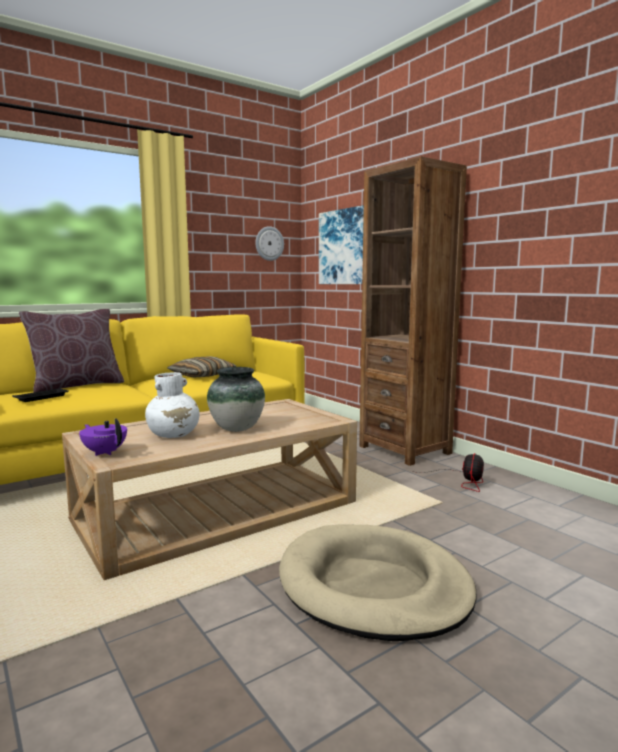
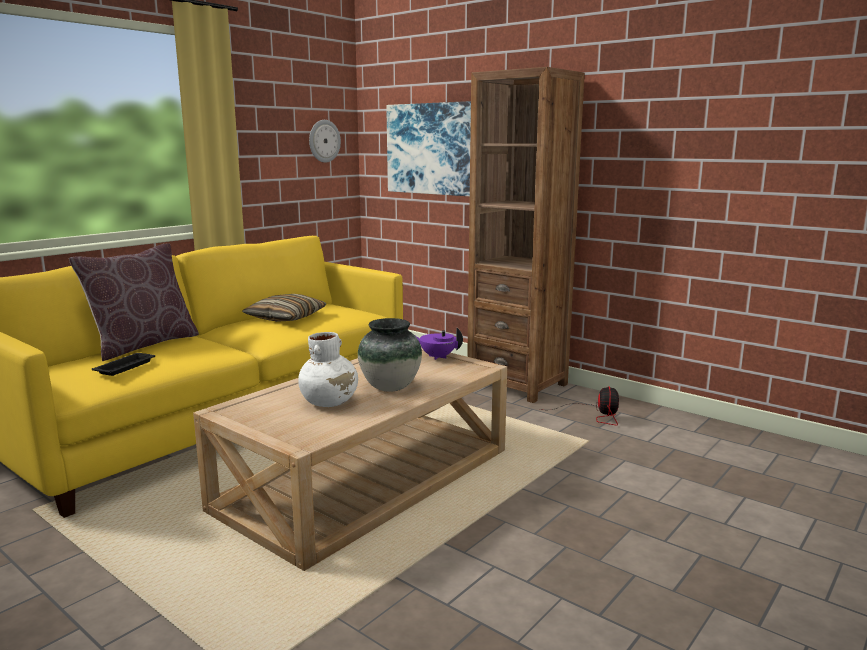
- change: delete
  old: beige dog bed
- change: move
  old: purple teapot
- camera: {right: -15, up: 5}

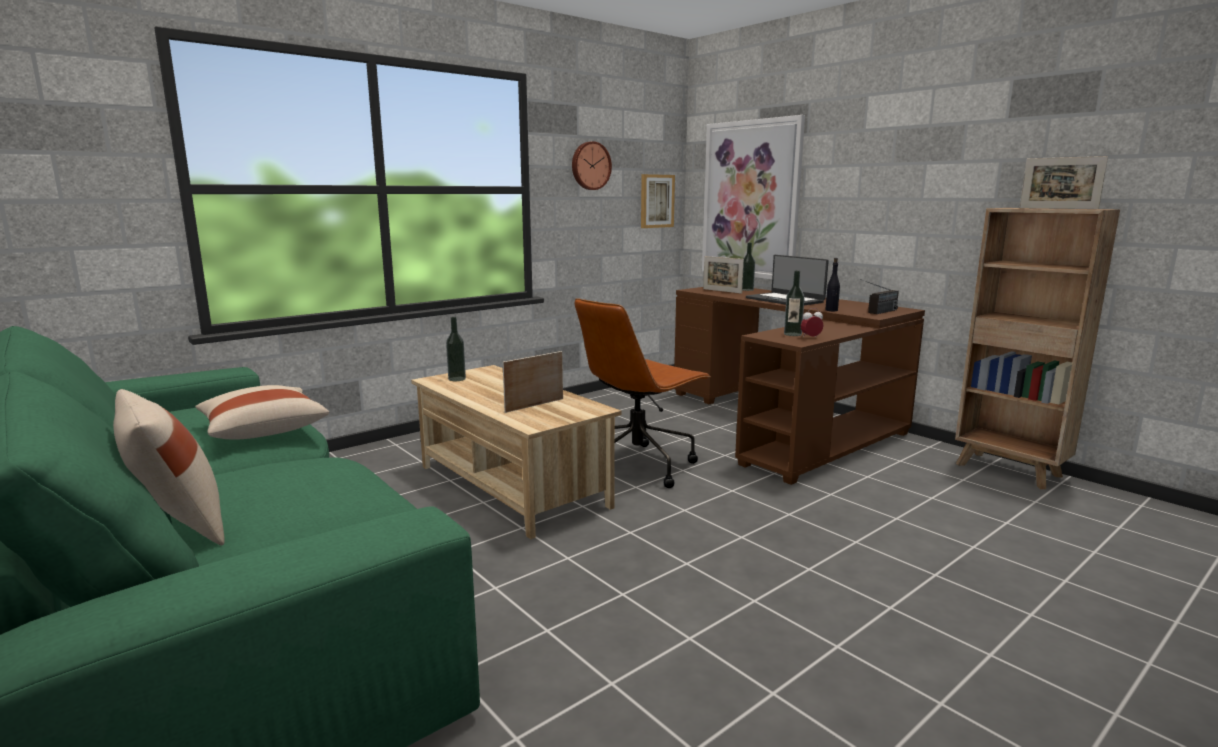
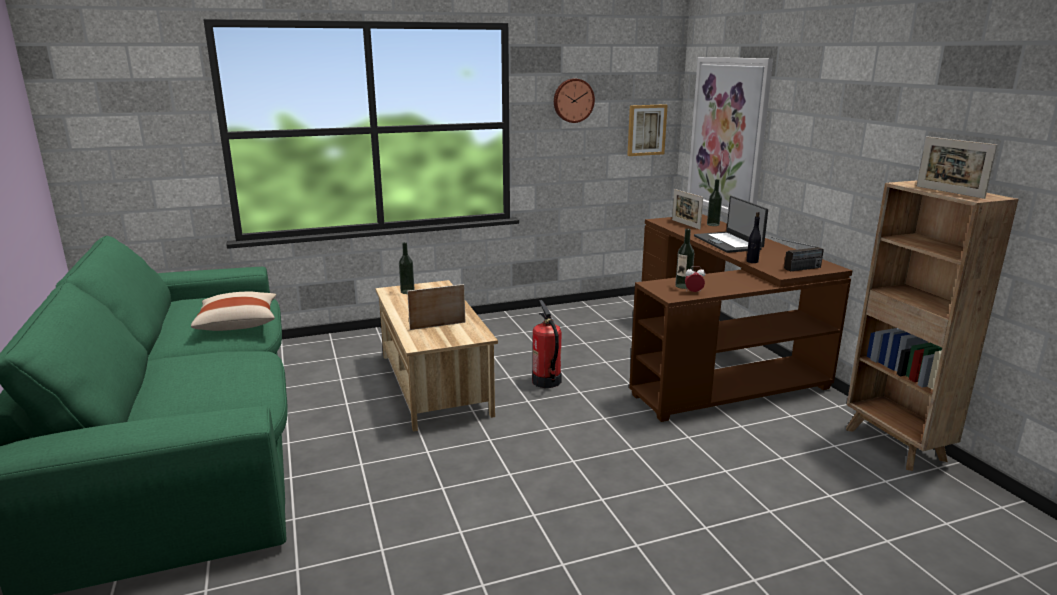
- change: delete
  old: beige pillow (1st from left)
- change: replace
  old: brown office chair
  new: fire extinguisher
- camera: {right: 20, up: 5}

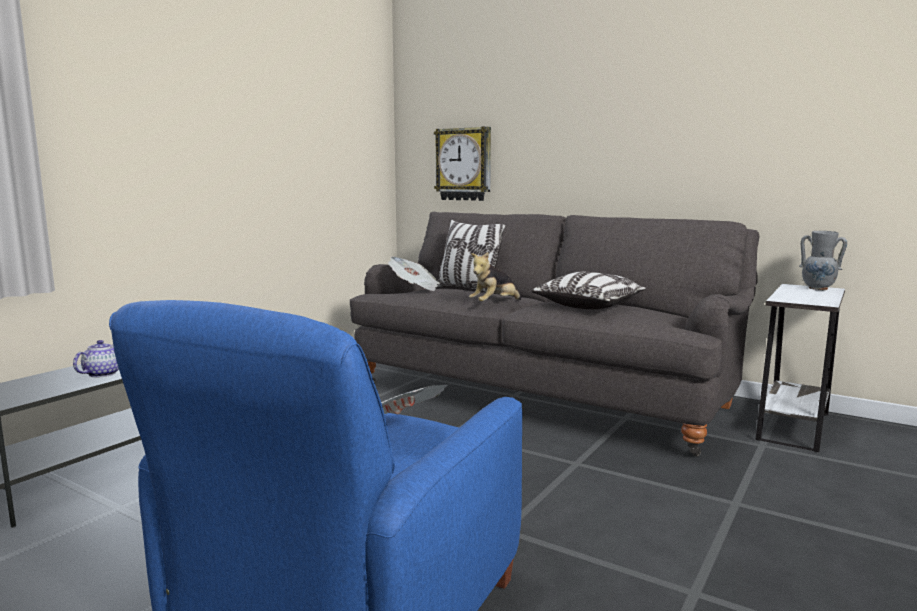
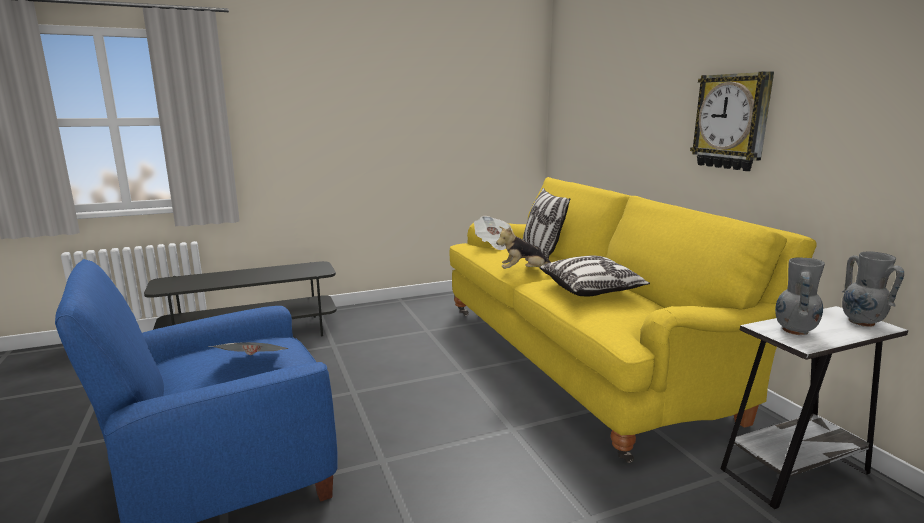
- change: delete
  old: teapot
- change: insert
  new: grey vase (1st from left)
- change: move
  old: wall clock
- change: recolor
  old: grey sofa
  new: yellow sofa
- camera: {right: 35, up: 5}

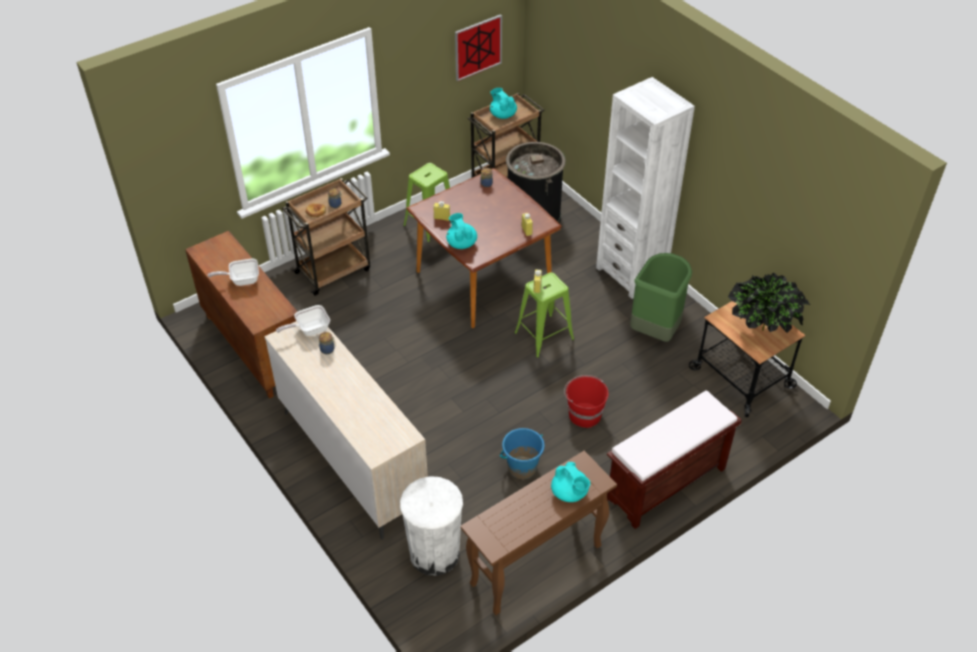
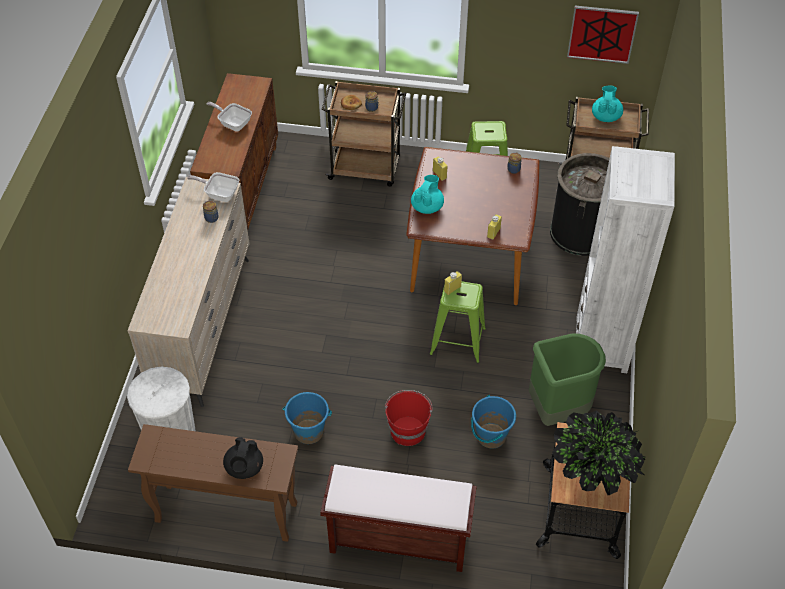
- change: insert
  new: blue bucket (2nd from left)
- change: recolor
  old: turquoise teapot (3rd from left)
  new: black teapot
- camera: {right: 45, up: 5}

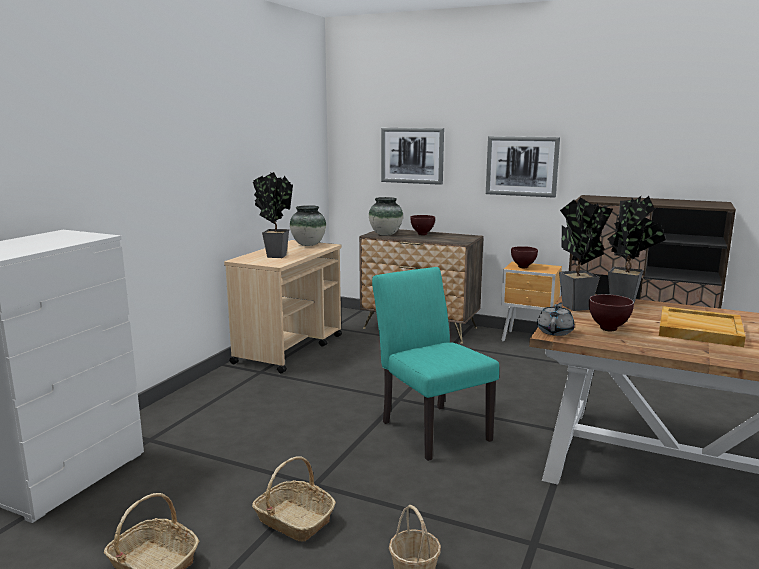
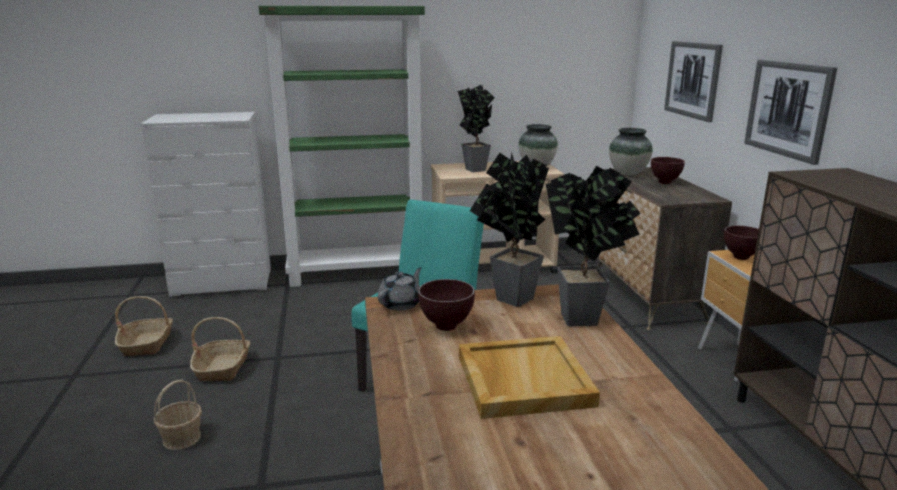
- change: insert
  new: green bookcase
- change: rotate
  old: grey teapot
  degrees: -45
- camera: {right: 55, up: 5}

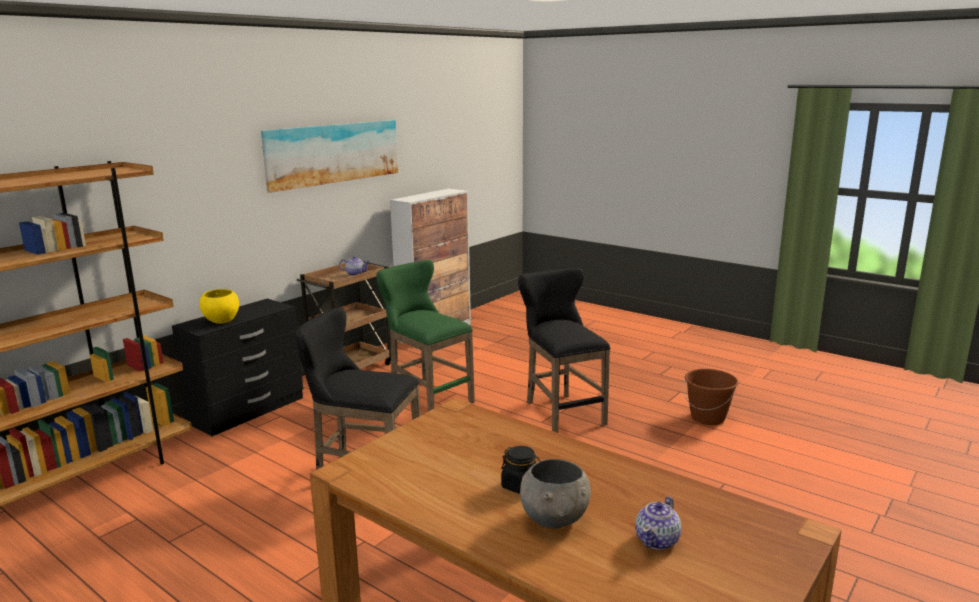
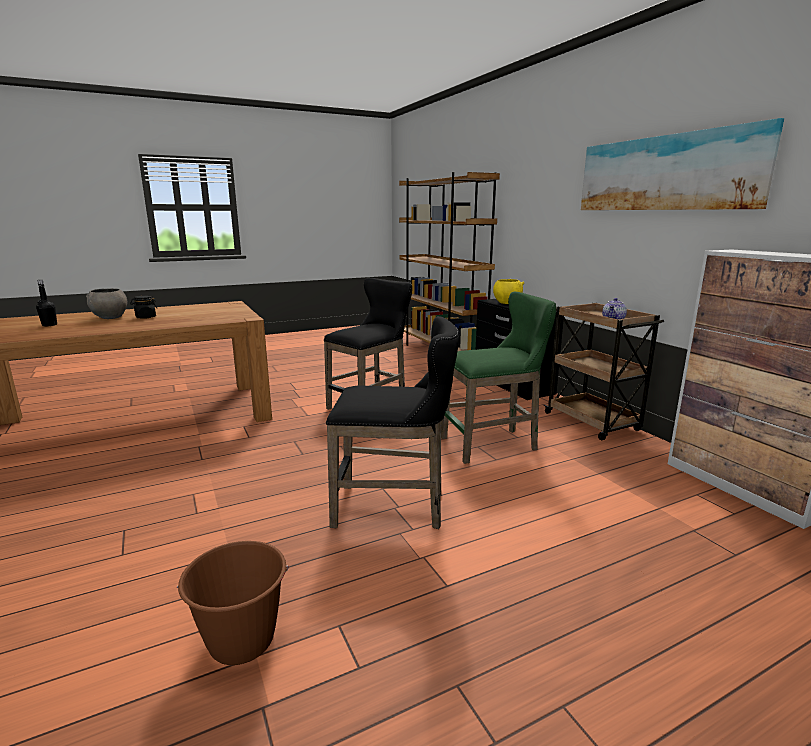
- change: replace
  old: teapot (2nd from left)
  new: black bottle
- camera: {right: 115, up: 0}

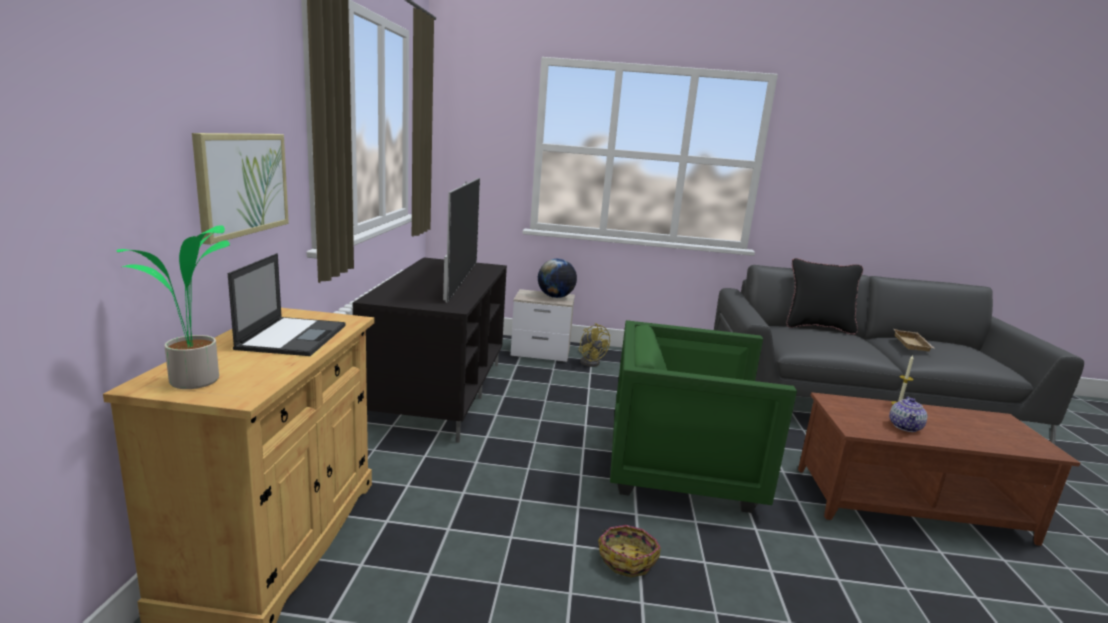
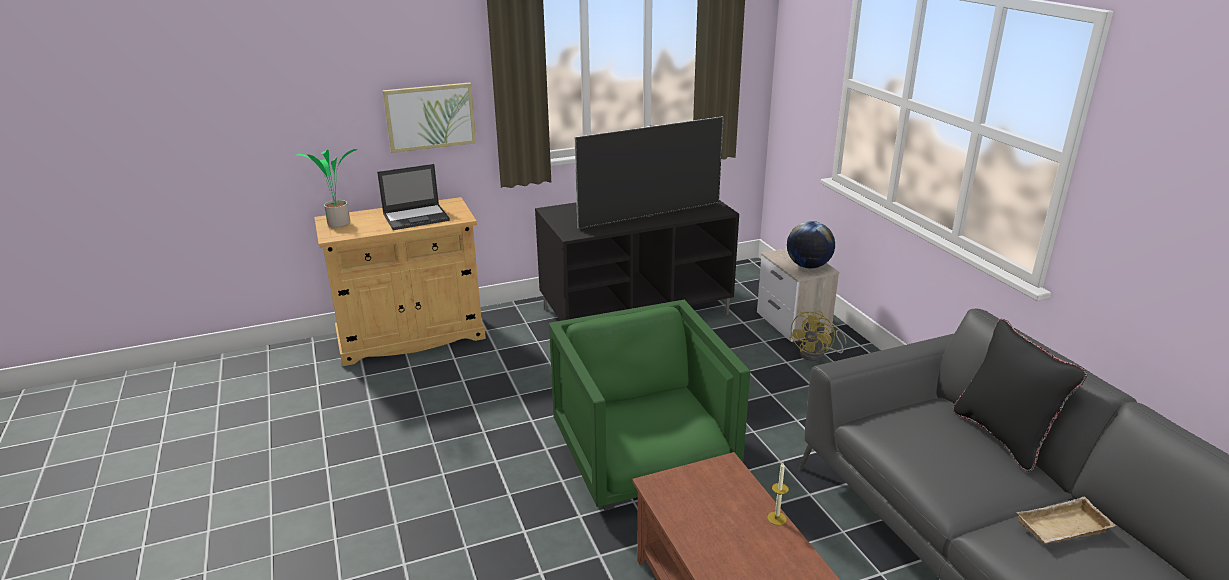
- change: delete
  old: basket
- change: delete
  old: teapot
- camera: {right: 65, up: 10}

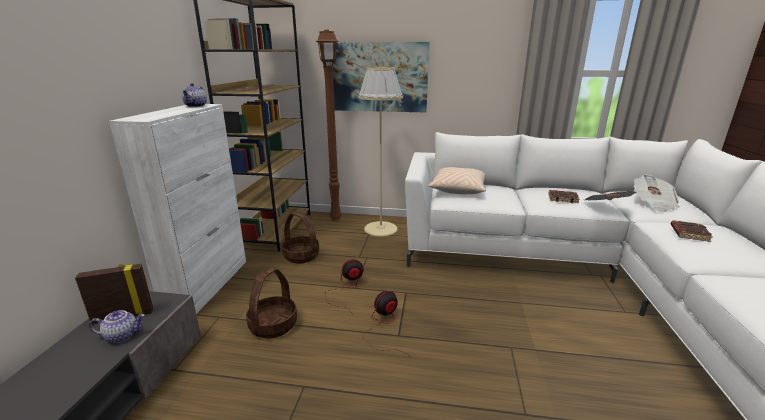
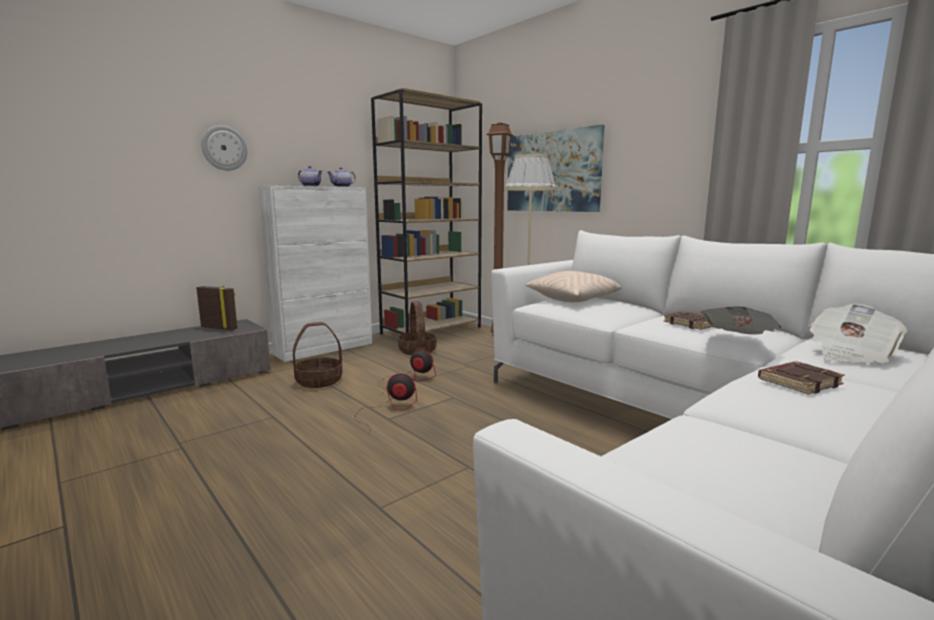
- change: insert
  new: wall clock
- change: move
  old: teapot (1st from left)
- camera: {right: 40, up: -10}

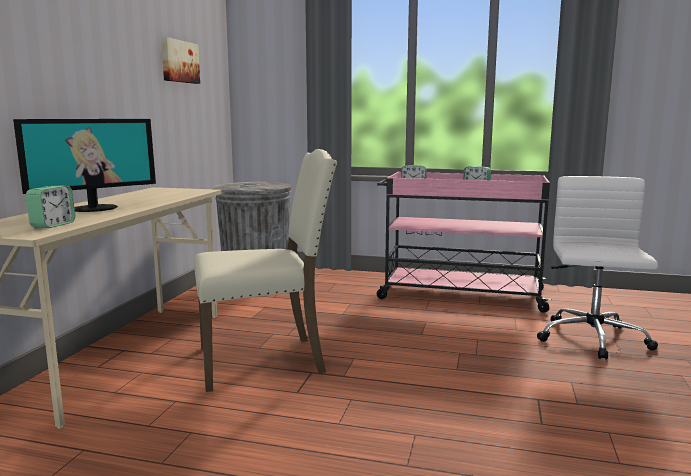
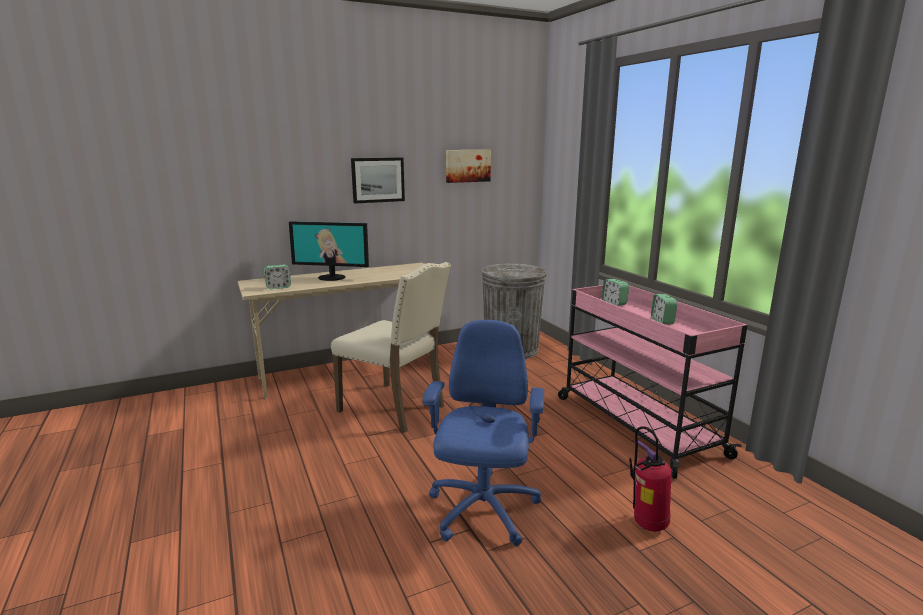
- change: insert
  new: picture (1st from left)
- change: insert
  new: blue office chair
- change: replace
  old: white office chair
  new: fire extinguisher
- camera: {right: 50, up: 5}

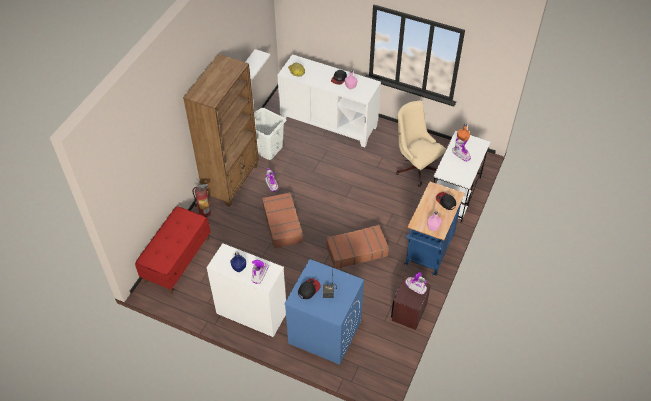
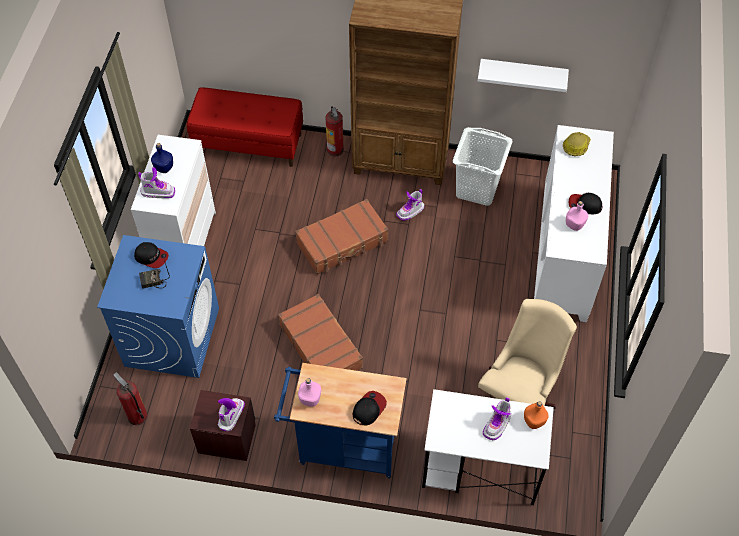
- change: insert
  new: fire extinguisher (1st from left)
- camera: {right: 75, up: 5}

